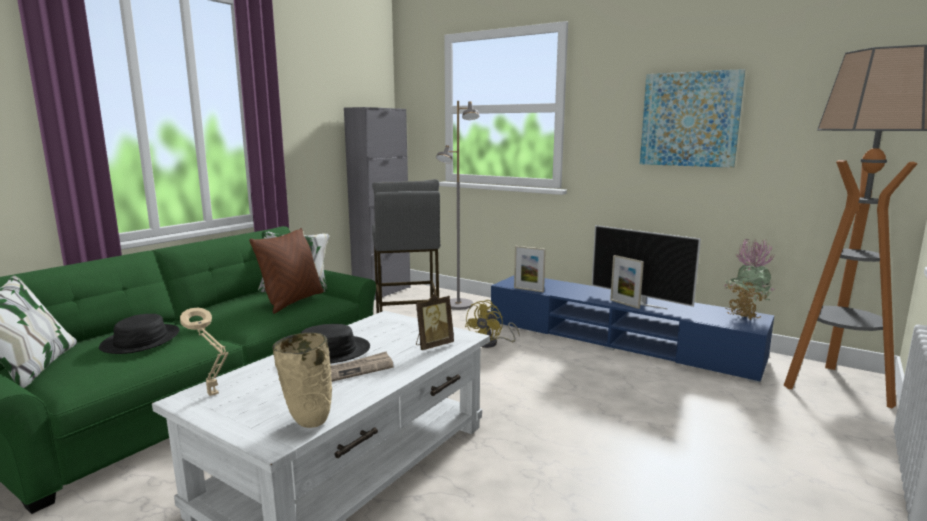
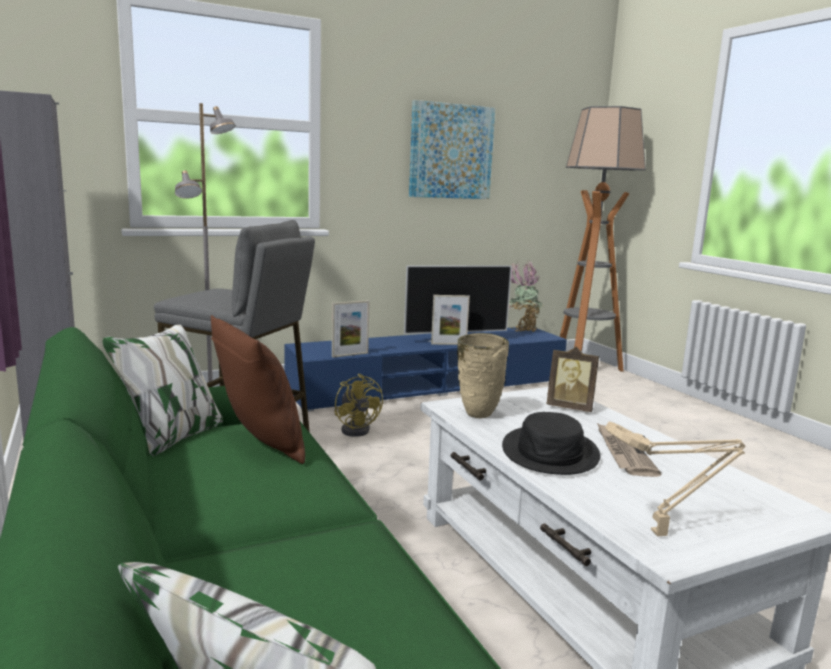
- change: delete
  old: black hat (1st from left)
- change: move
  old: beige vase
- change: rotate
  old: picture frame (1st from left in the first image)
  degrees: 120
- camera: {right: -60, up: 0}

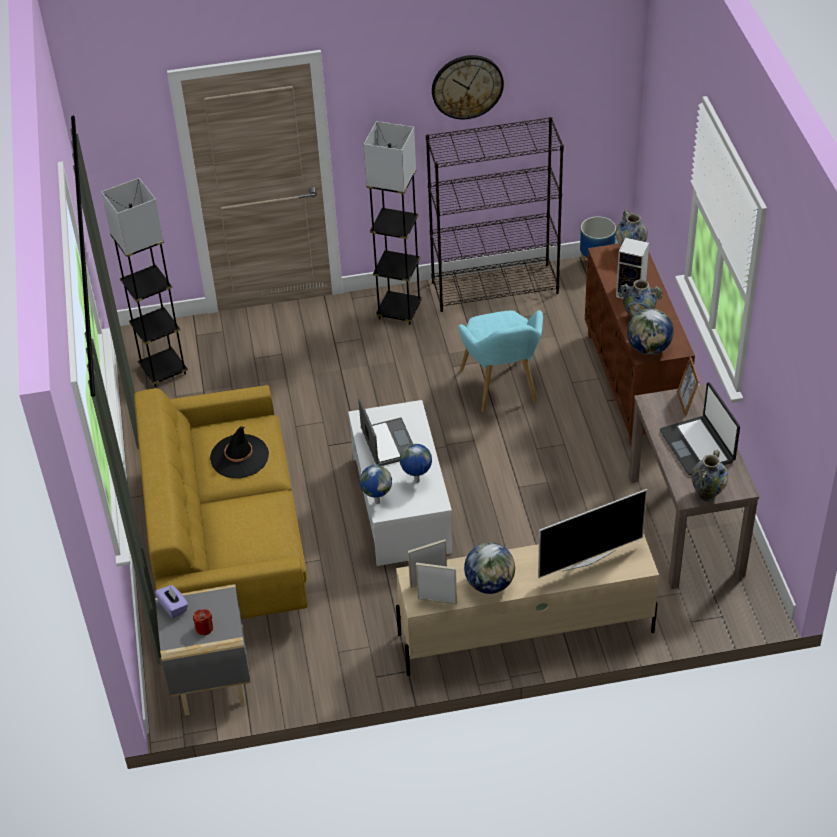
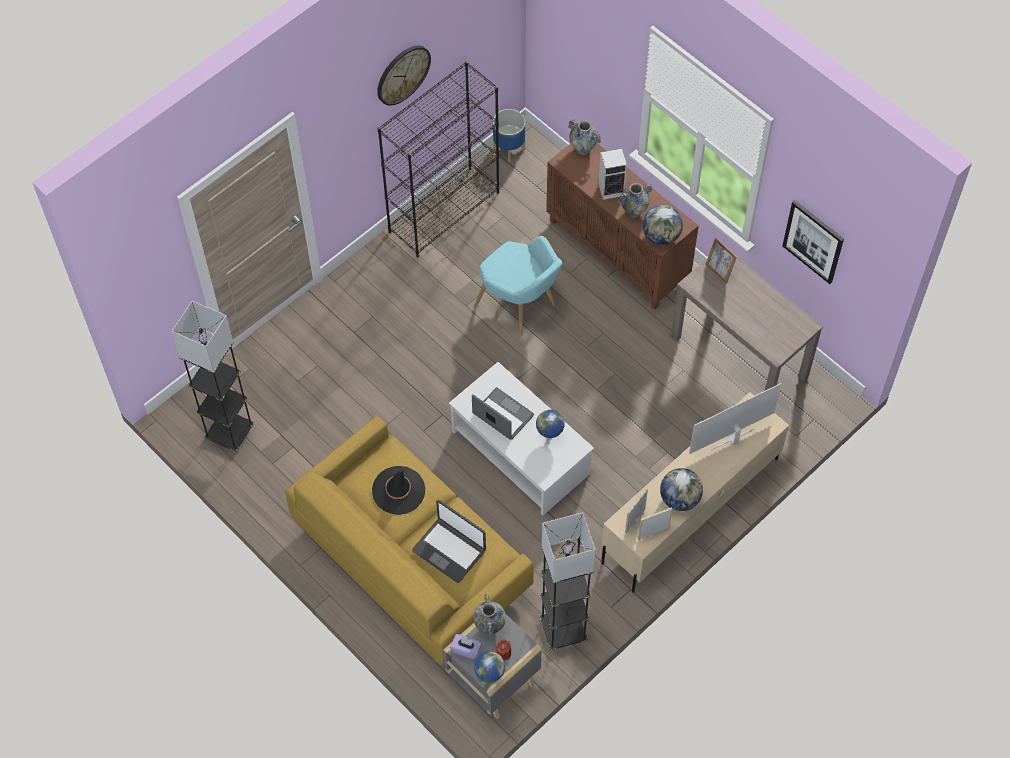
- change: insert
  new: picture
- change: move
  old: globe (1st from left)
- change: move
  old: grey floor lamp (2nd from left)
- change: move
  old: laptop (2nd from left in the first image)
  new: laptop (1st from left)
- change: move
  old: vase (3rd from left in the first image)
  new: vase (1st from left)
- change: rotate
  old: television
  degrees: -150
- camera: {right: -35, up: 15}

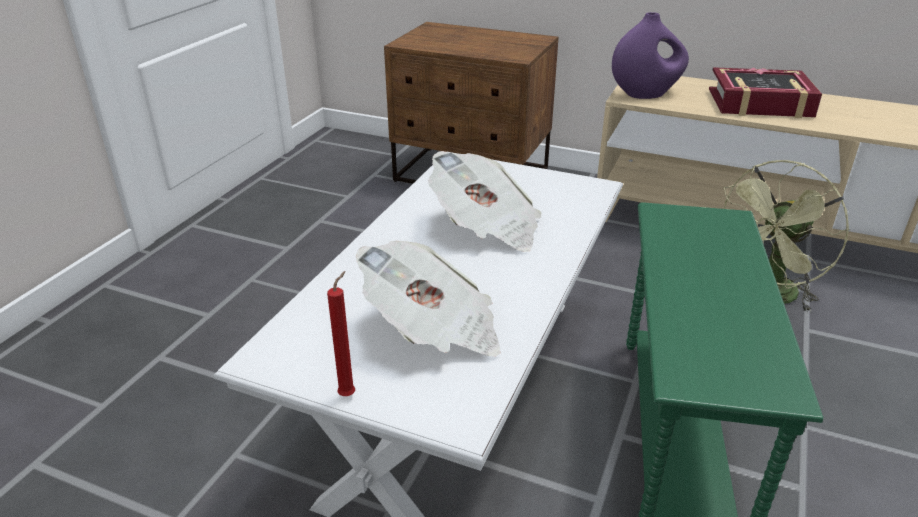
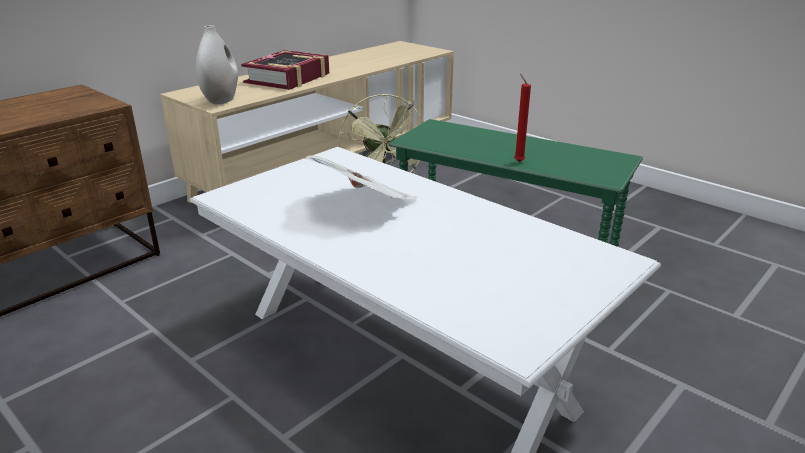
- change: delete
  old: newspaper (1st from left)
- change: move
  old: red candle
- change: recolor
  old: purple vase
  new: white vase
- camera: {right: -70, up: -5}

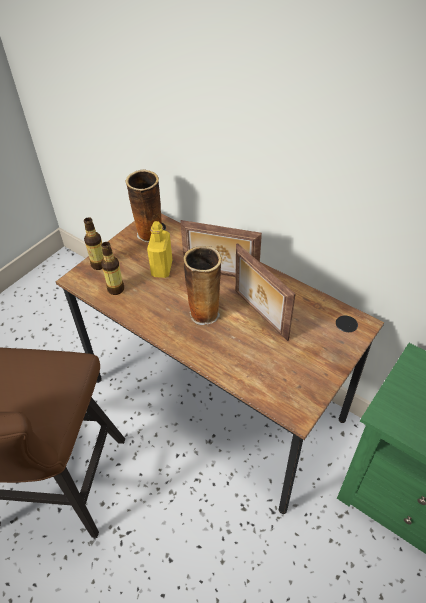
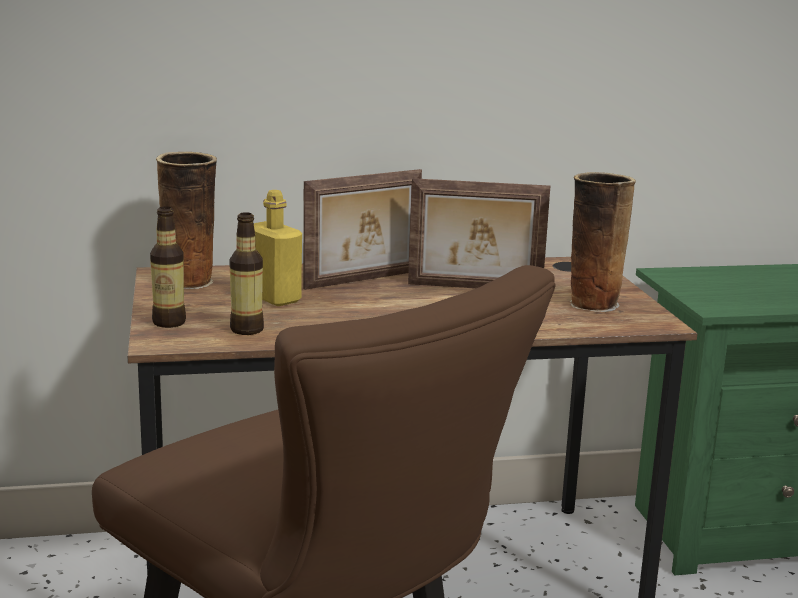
- change: move
  old: vase (2nd from left)
- camera: {right: -50, up: -30}

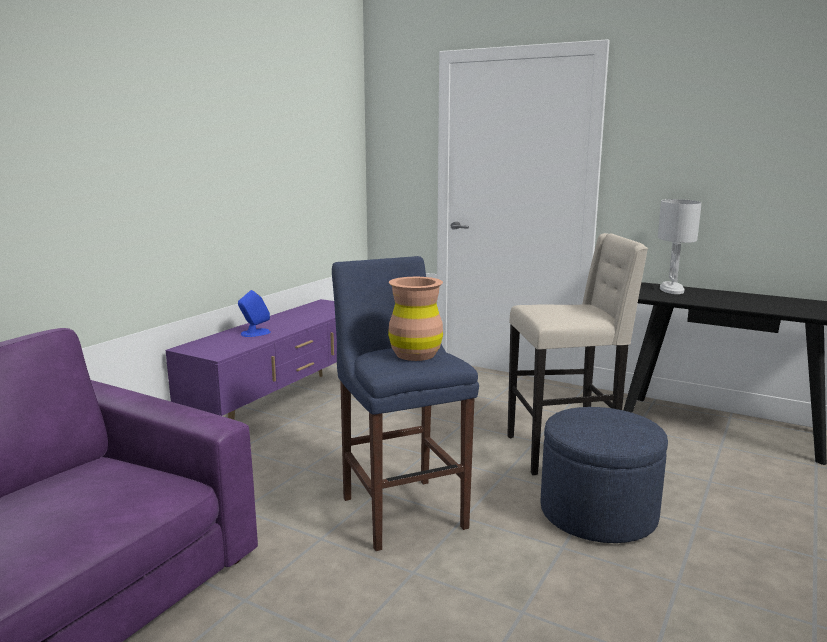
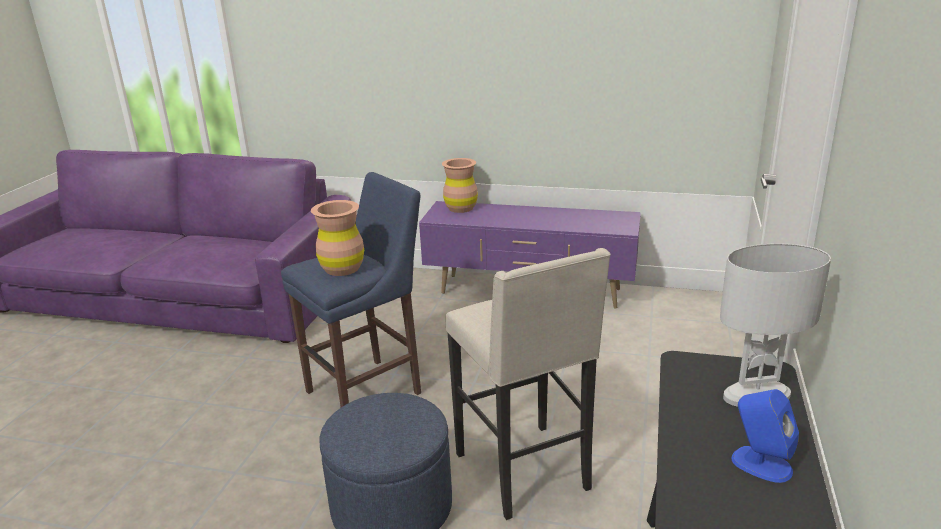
- change: insert
  new: brown vase (2nd from left)
- change: move
  old: blue speaker
- camera: {right: 75, up: 10}

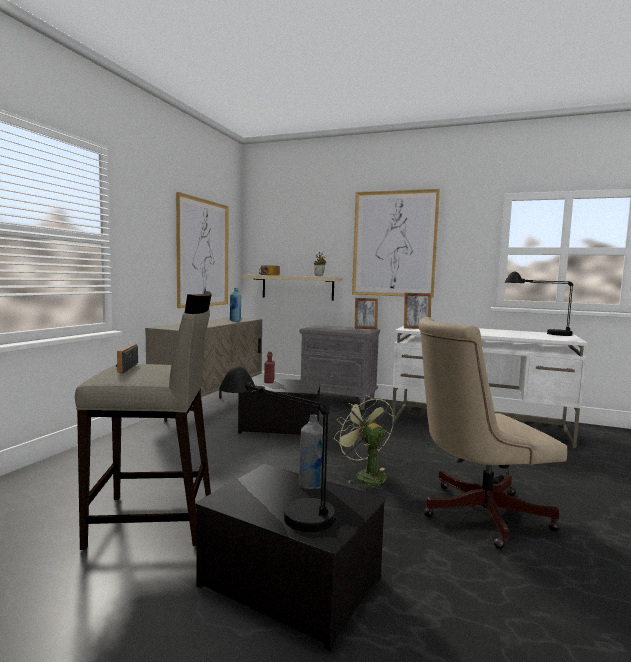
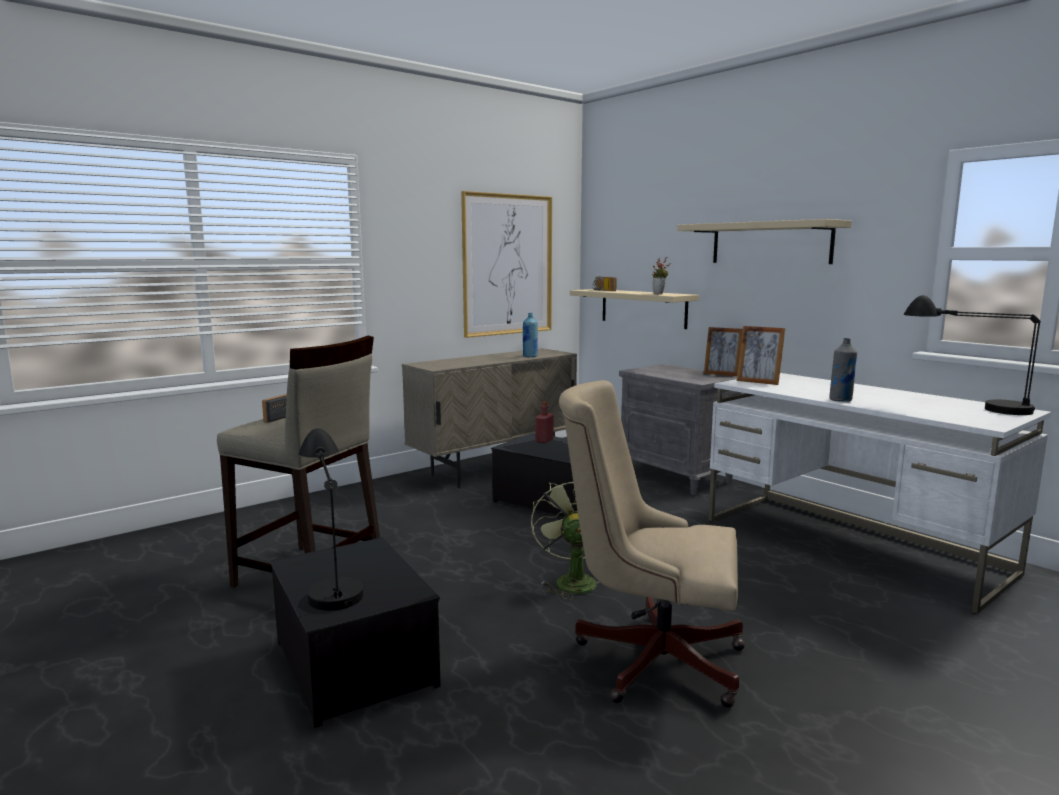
- change: move
  old: grey bottle
- change: replace
  old: picture (2nd from left)
  new: beige shelf (2nd from left)
- camera: {right: 30, up: 5}

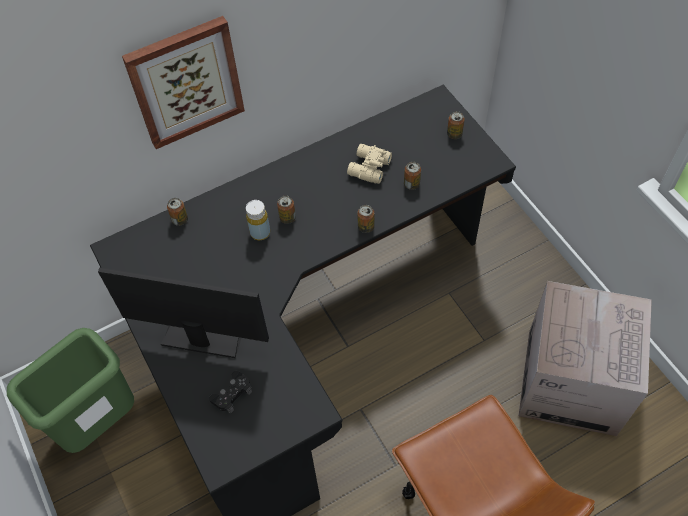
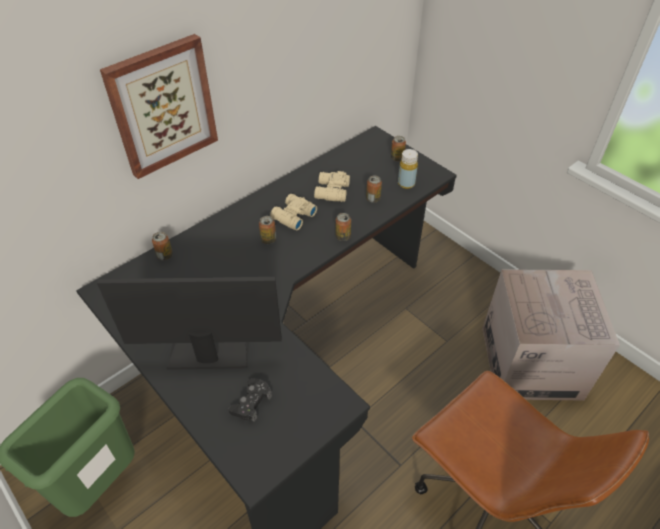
- change: insert
  new: beige binoculars (1st from left)
- change: move
  old: yellow bottle
- camera: {right: -15, up: -10}

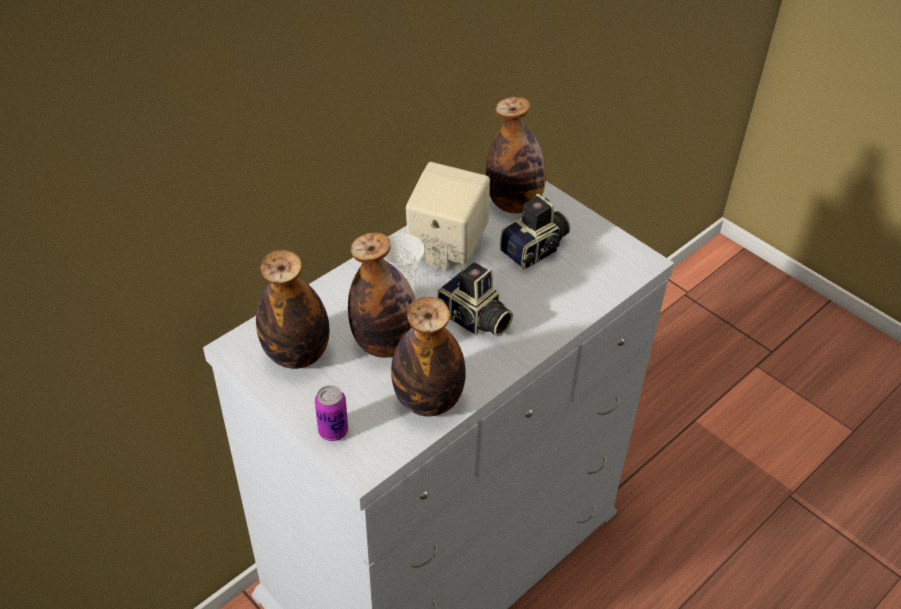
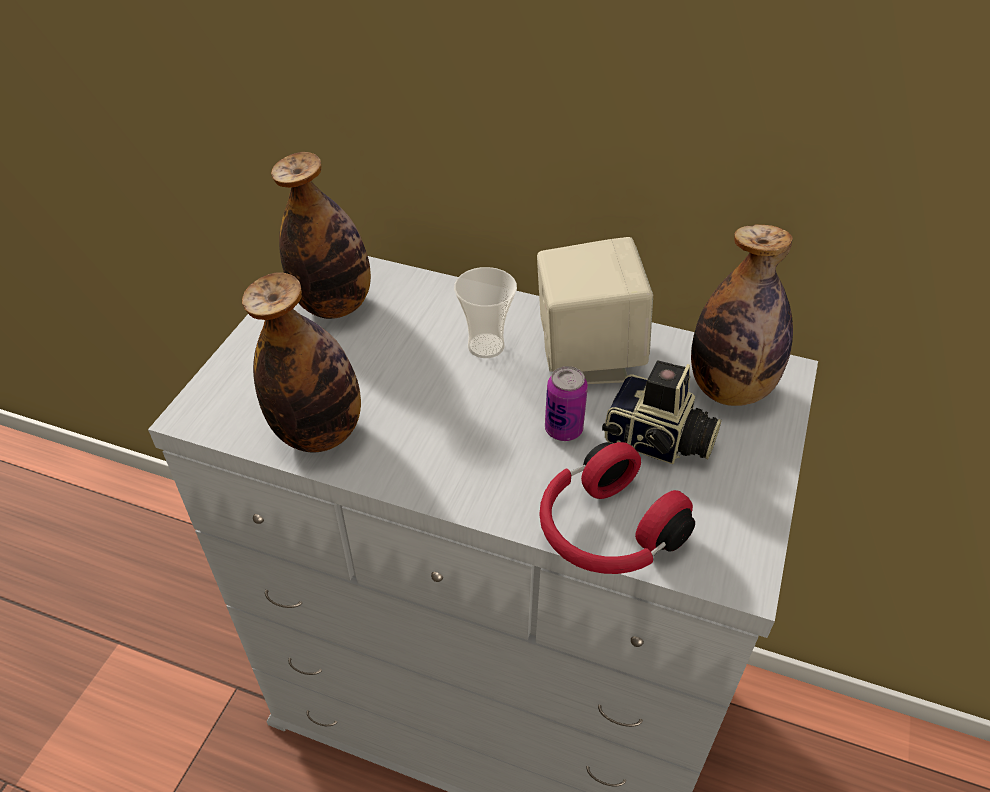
- change: delete
  old: bottle (2nd from left)
- change: delete
  old: photo camera (1st from left)
- change: insert
  new: red headphones
- change: move
  old: can
- camera: {right: 65, up: 0}

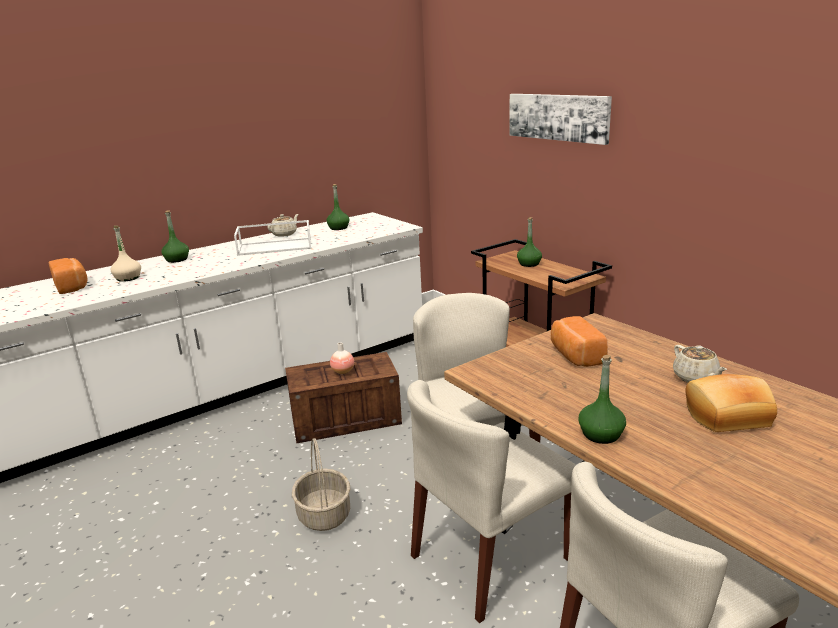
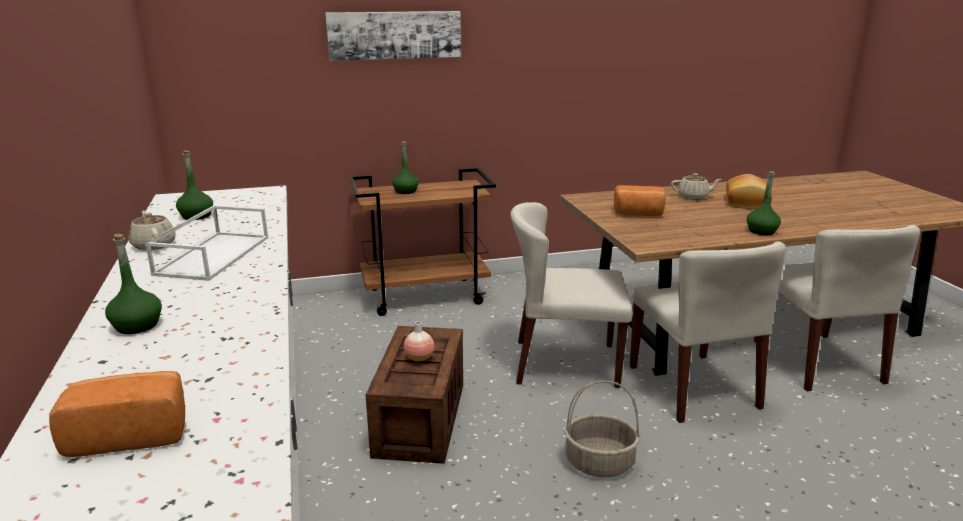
- change: delete
  old: beige bottle
- camera: {right: -70, up: 0}

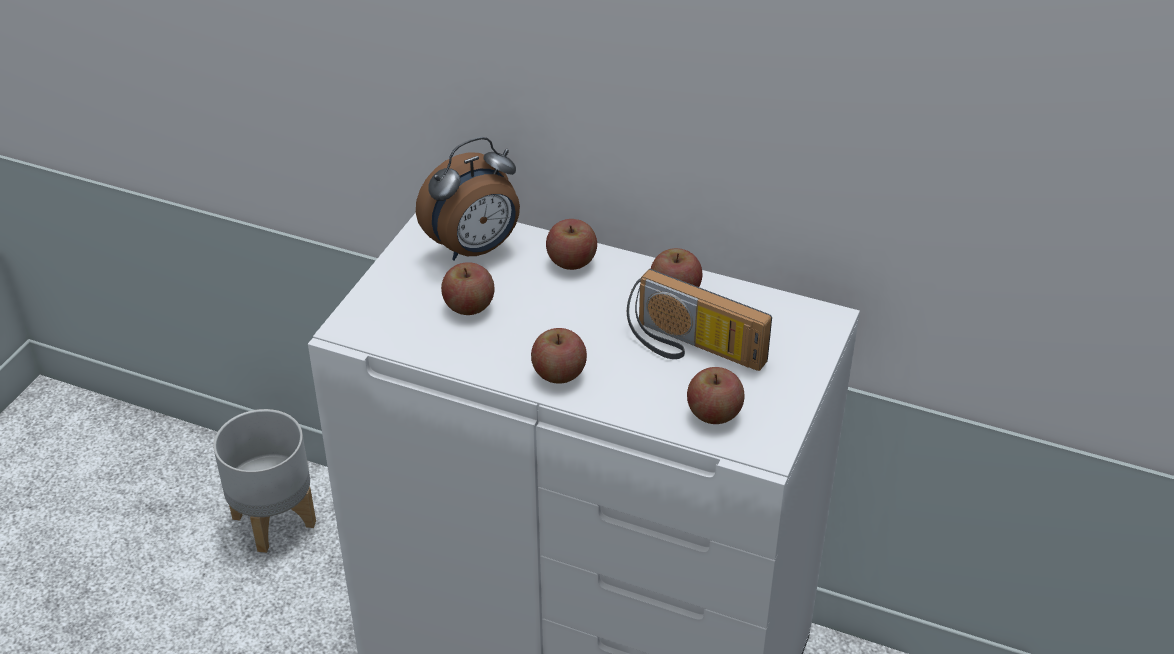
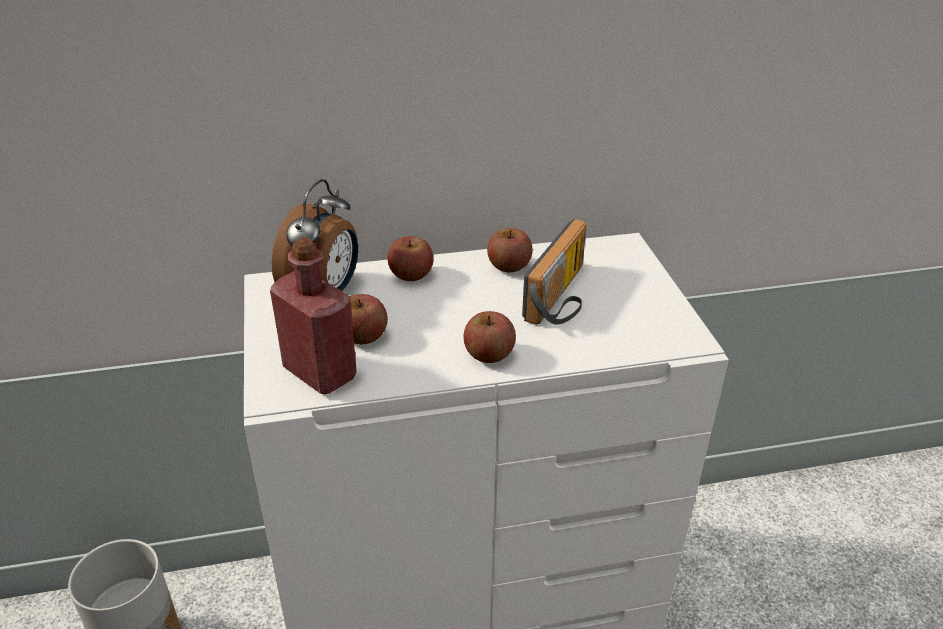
- change: delete
  old: apple (5th from left)
- change: insert
  new: red bottle
- change: rotate
  old: radio
  degrees: -60
- camera: {right: -35, up: -5}

